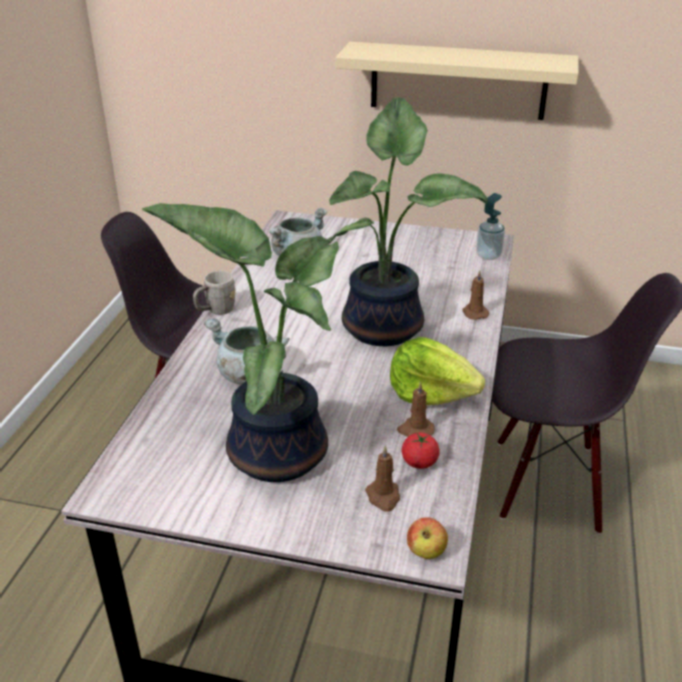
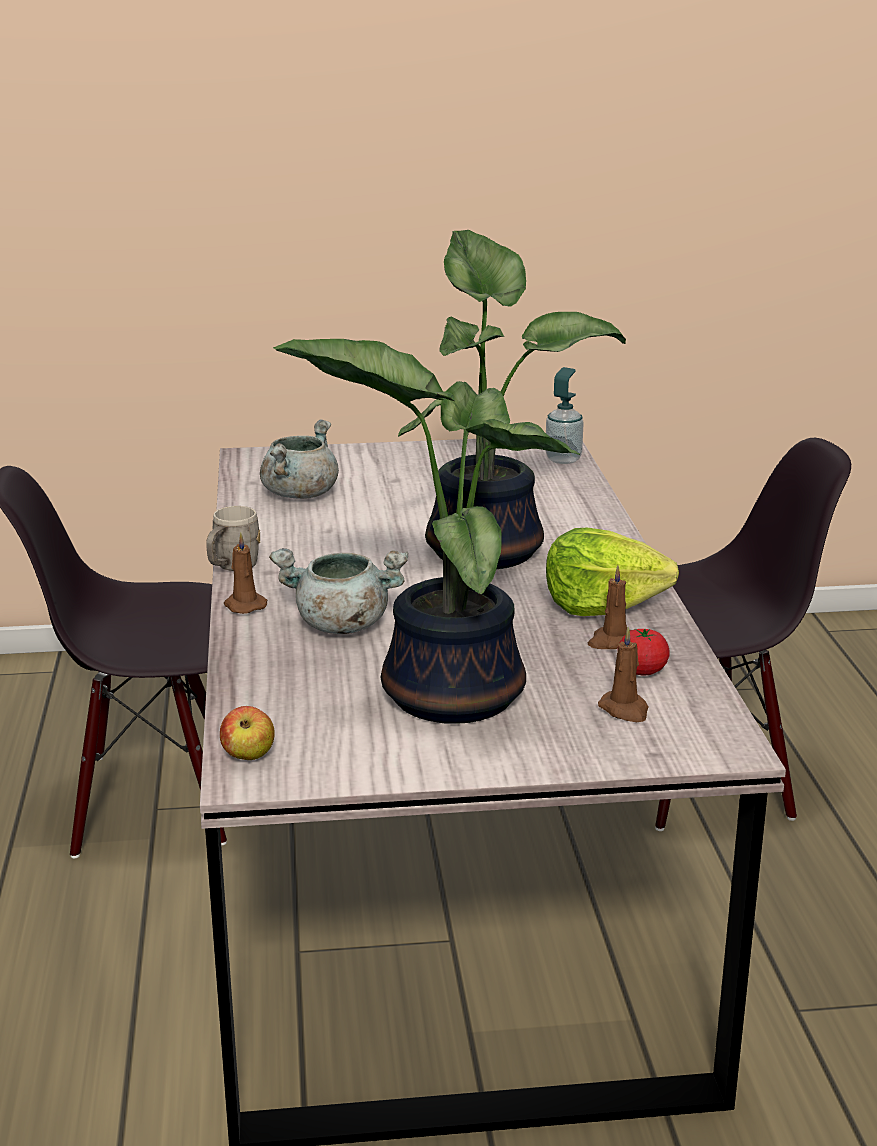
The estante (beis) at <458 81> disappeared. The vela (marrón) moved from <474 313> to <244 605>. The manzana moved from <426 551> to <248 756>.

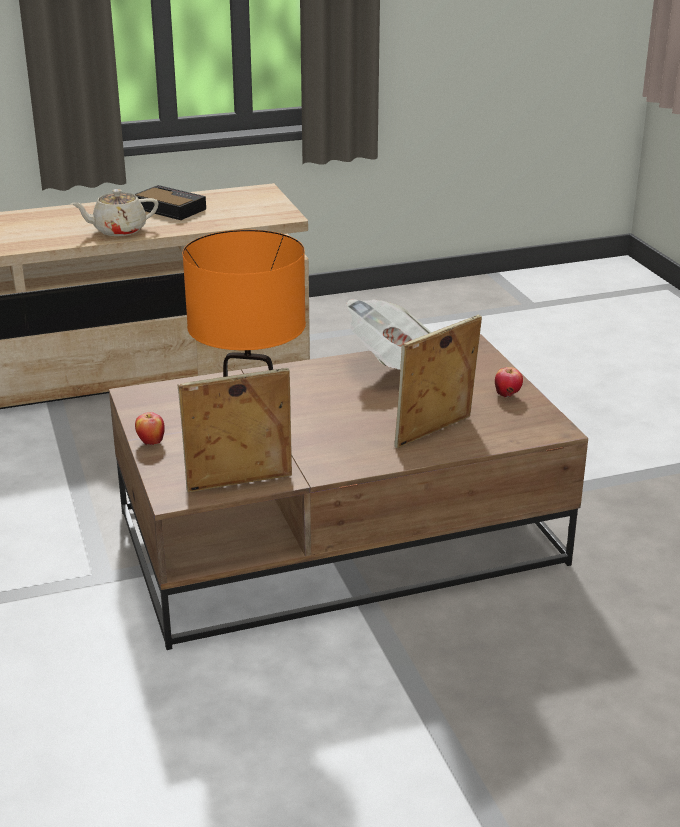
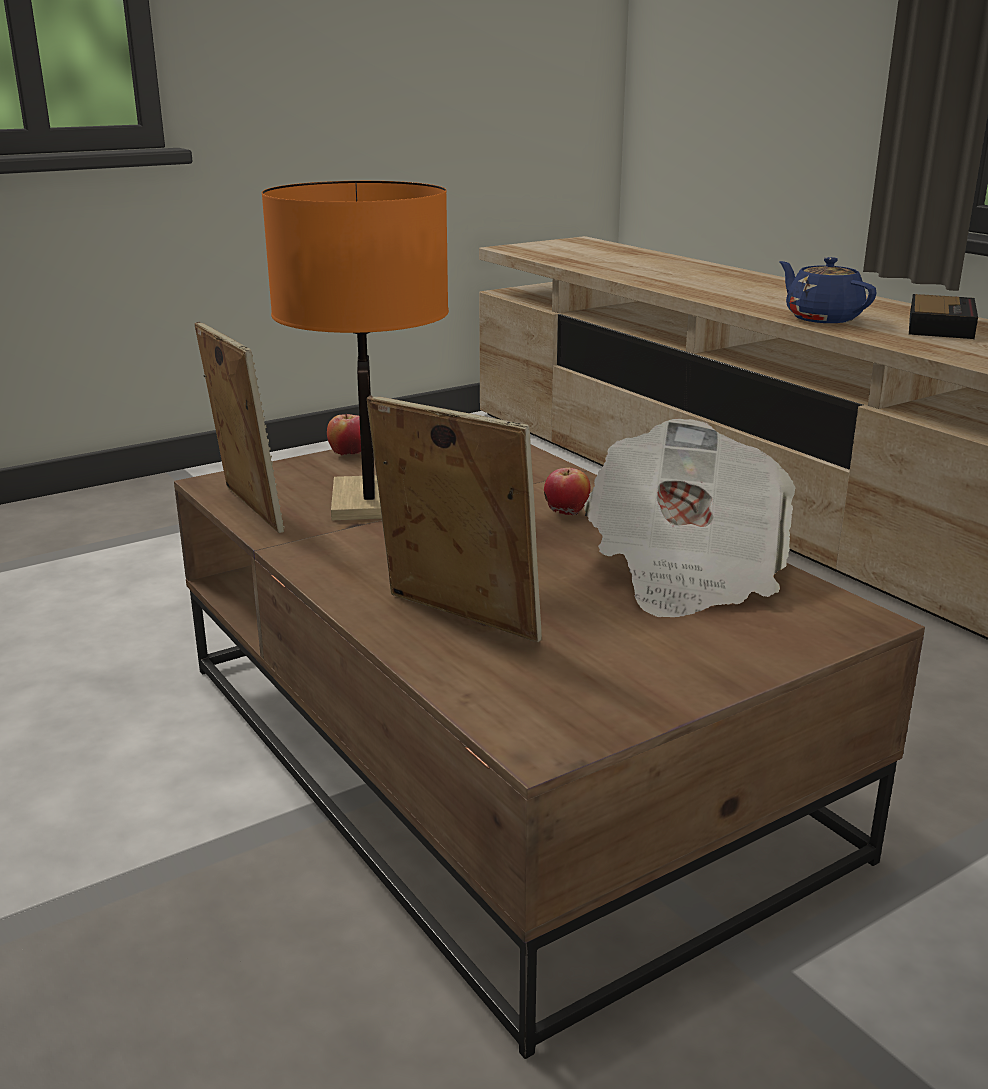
The tetera (beis) at <118 230> became the tetera (azul) at <822 318>. The manzana moved from <507 395> to <566 514>.

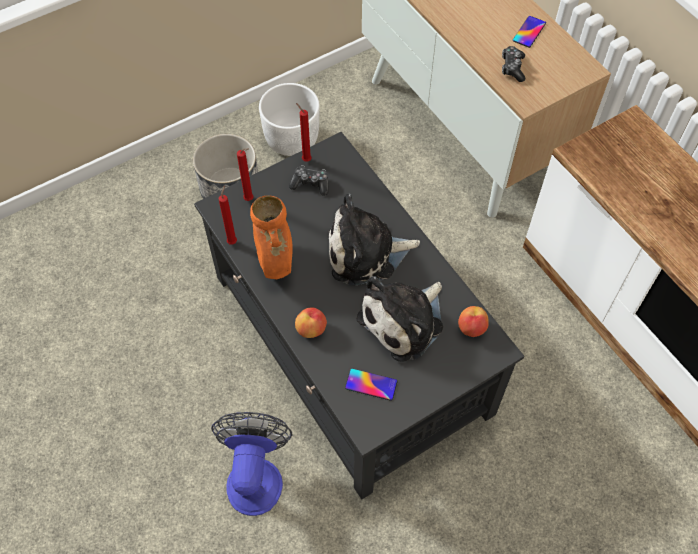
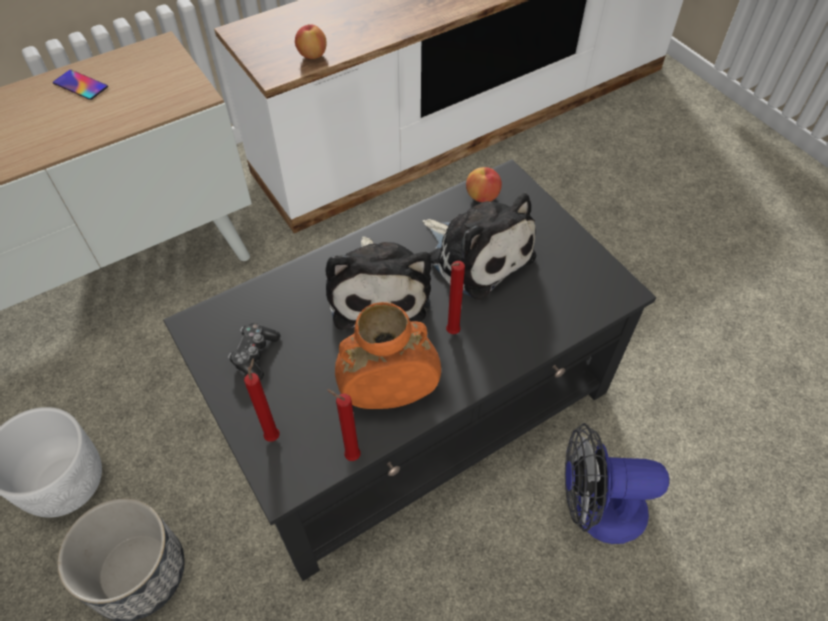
The mando de consola at <512 68> disappeared. The vela (rojo) moved from <305 159> to <451 333>. The manzana moved from <311 329> to <312 55>. The móvil at <371 384> disappeared.

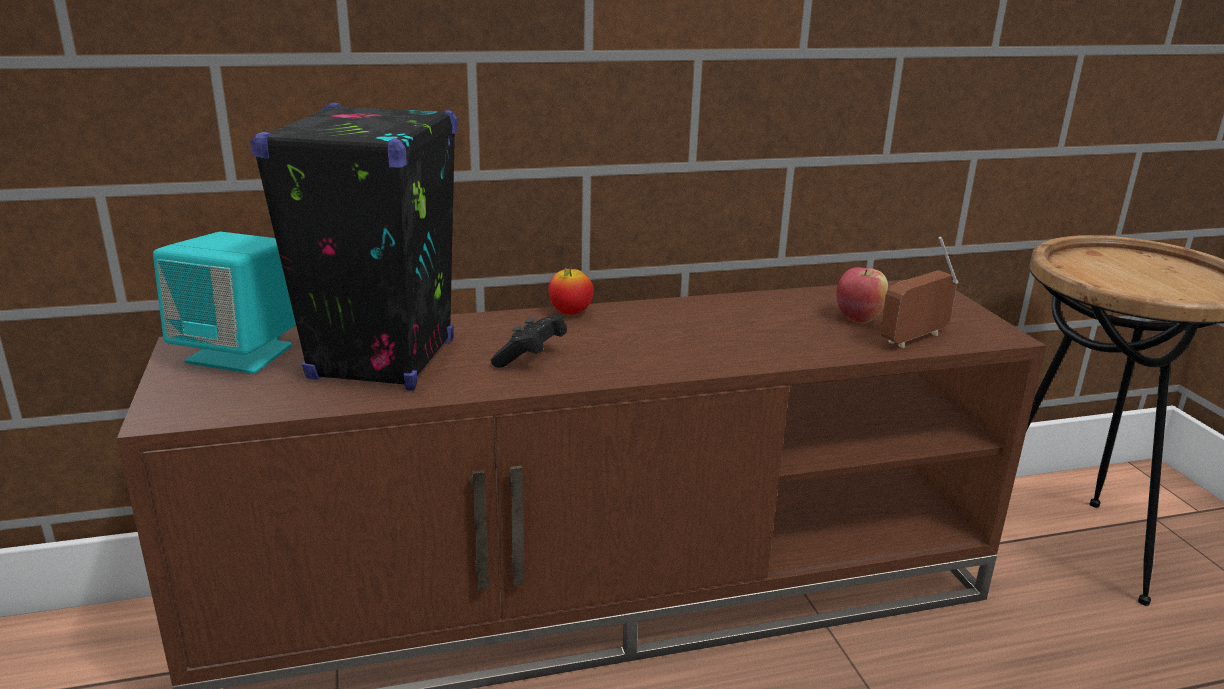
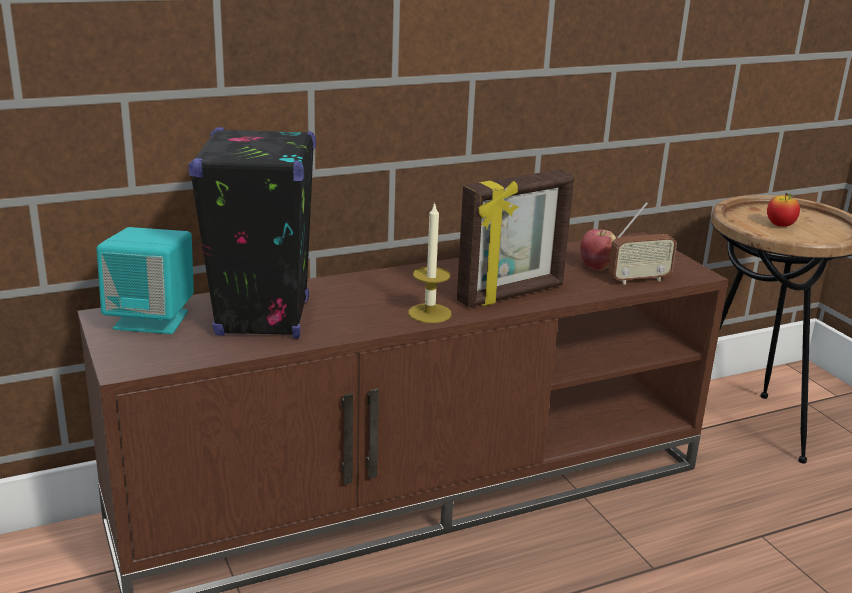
The radio at <914 339> turned 150 degrees counterclockwise. The manzana moved from <570 313> to <780 226>. The mando de consola (negro) at <531 357> disappeared. The portarretratos at <512 295> appeared. The vela at <429 313> appeared.

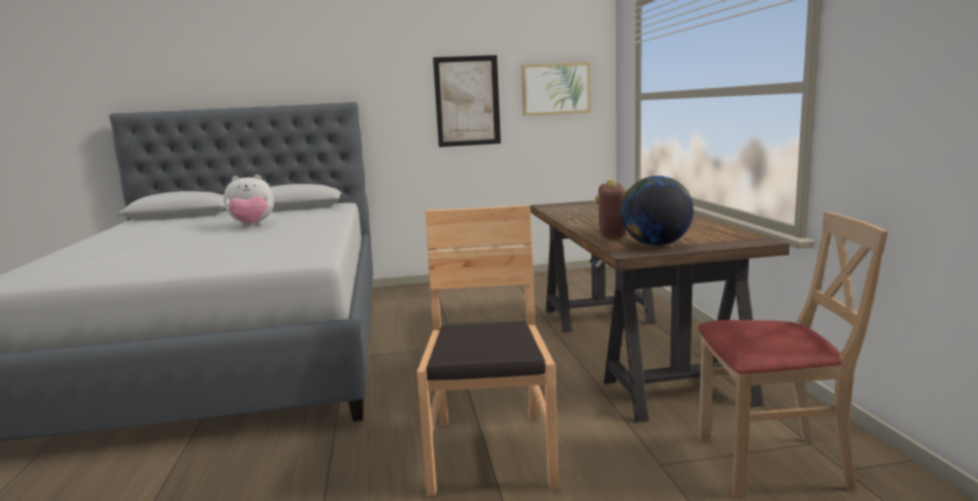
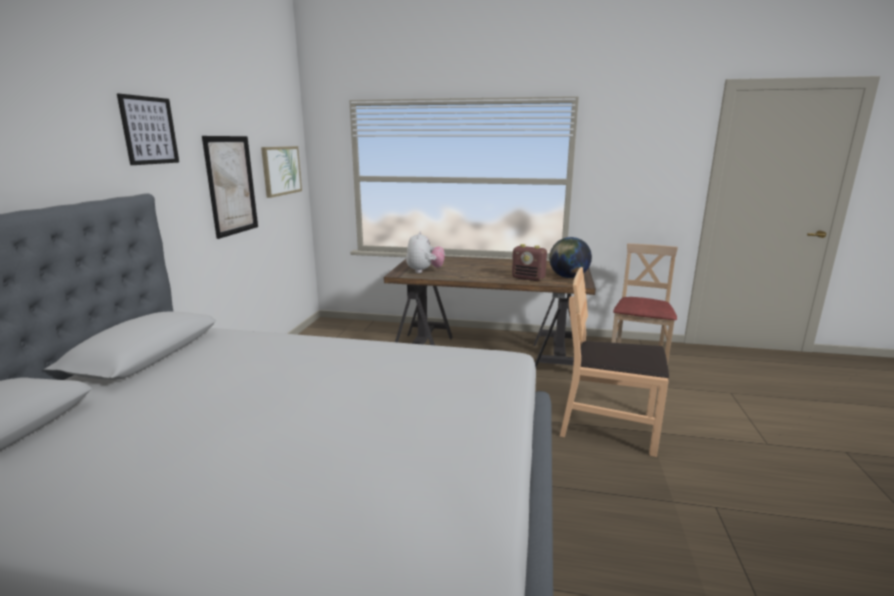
The peluche moved from <252 226> to <424 271>. The cuadro at <149 130> appeared.

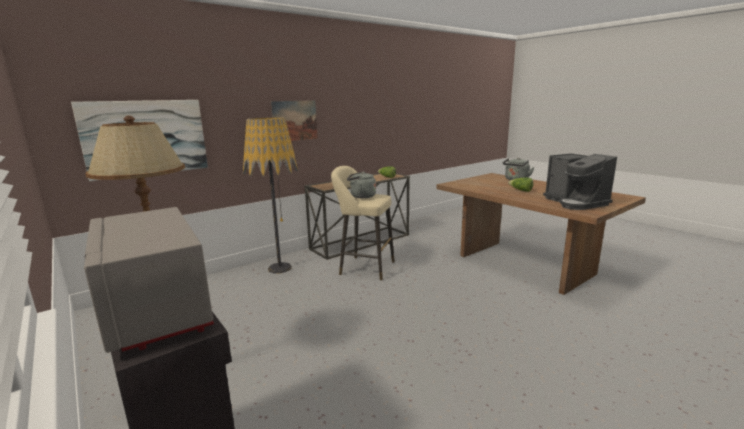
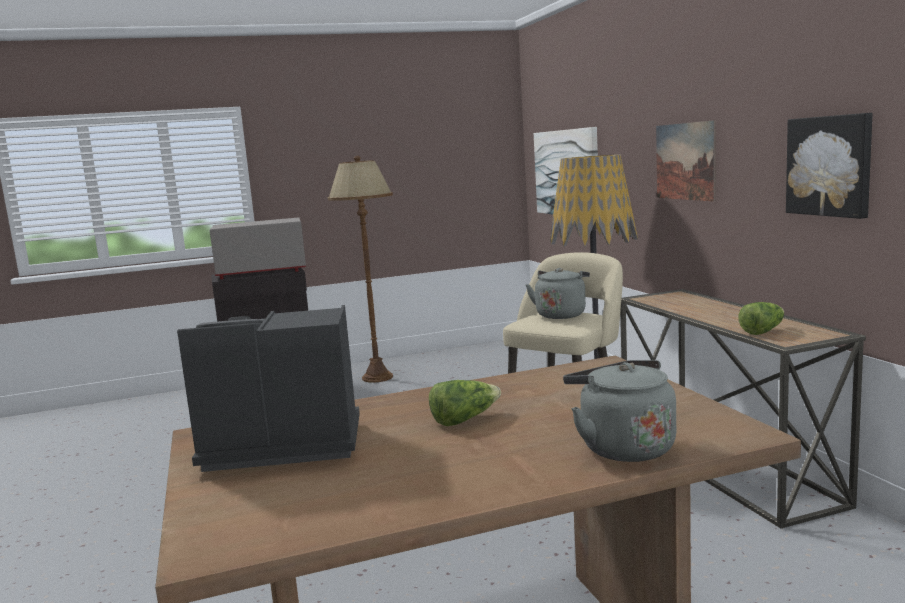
The cuadro at <830 166> appeared.

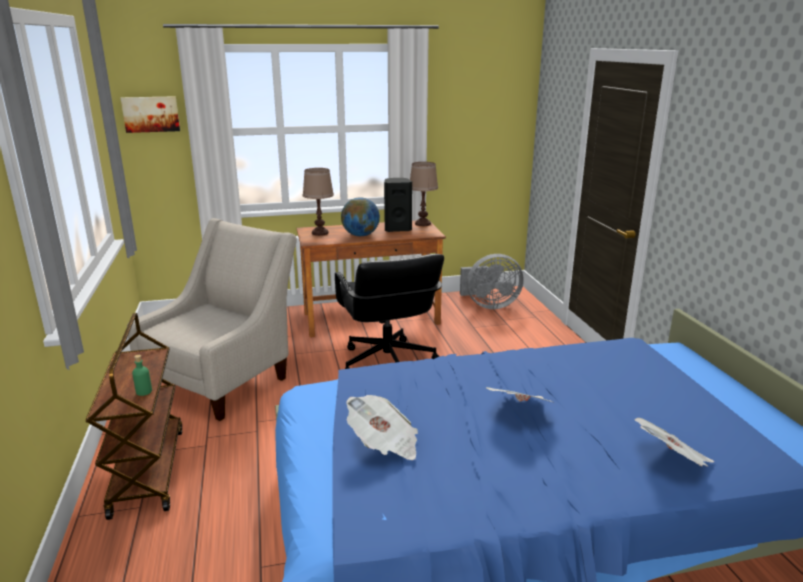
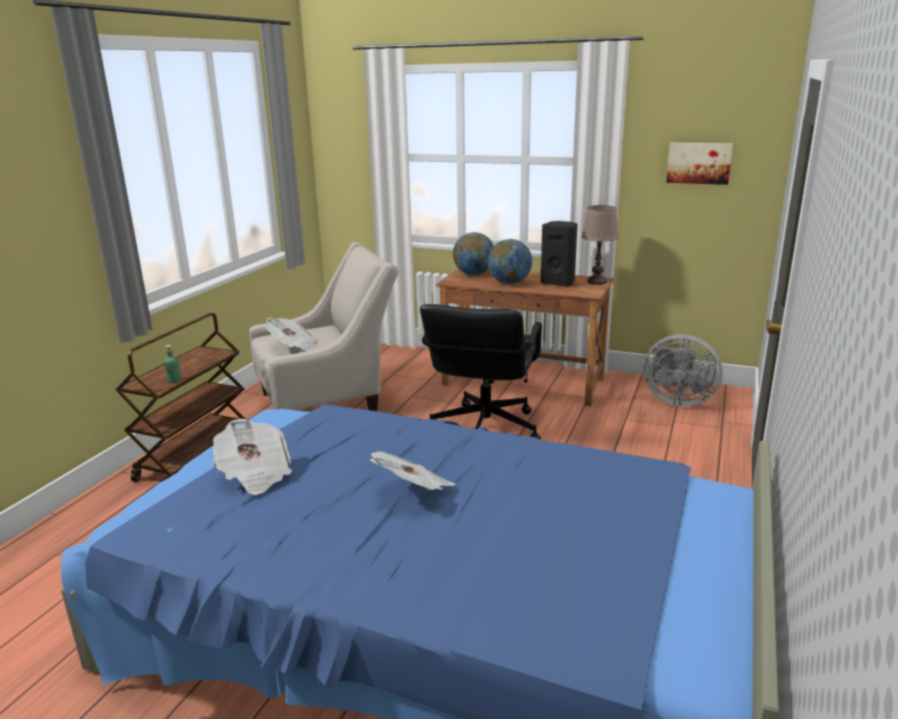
The cuadro moved from <151 114> to <699 163>. The lámpara de mesa (marrón) at <320 233> was replaced by the globo terráqueo at <474 274>. The periódico moved from <672 460> to <293 346>.

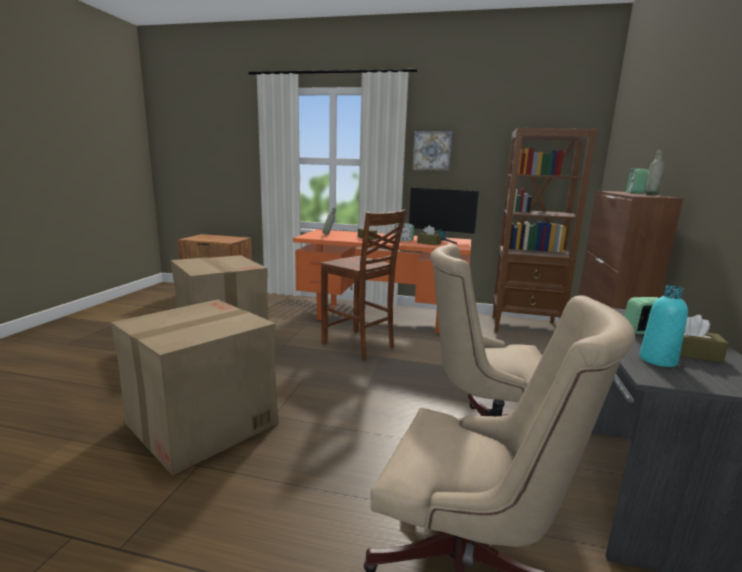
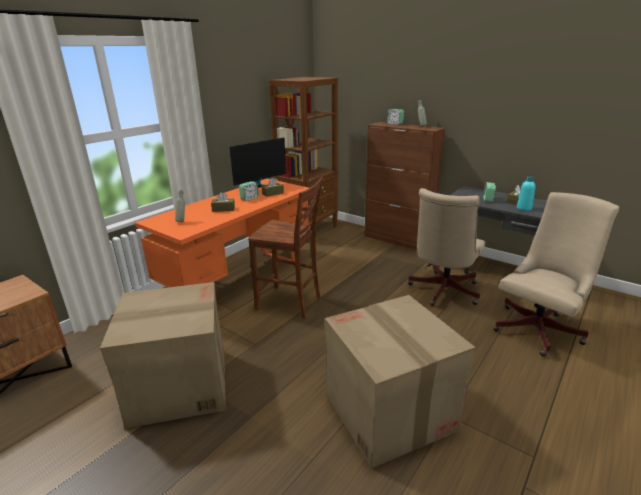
The cuadro at <432 151> disappeared. The silla (marrón) at <359 346> turned 45 degrees clockwise.

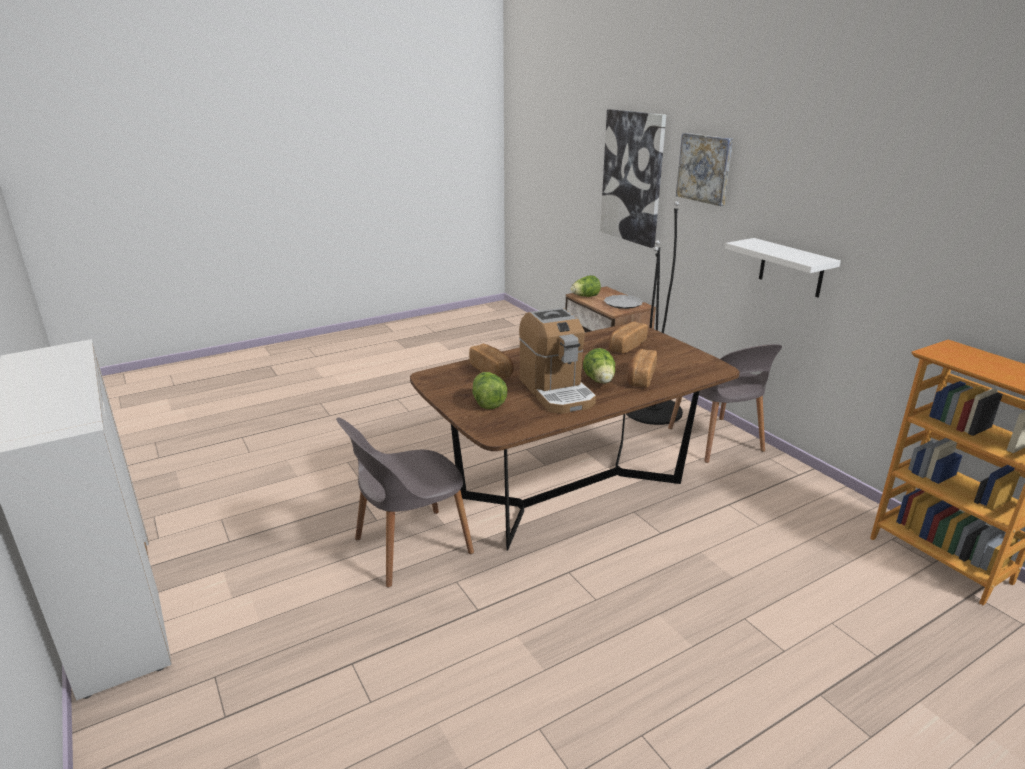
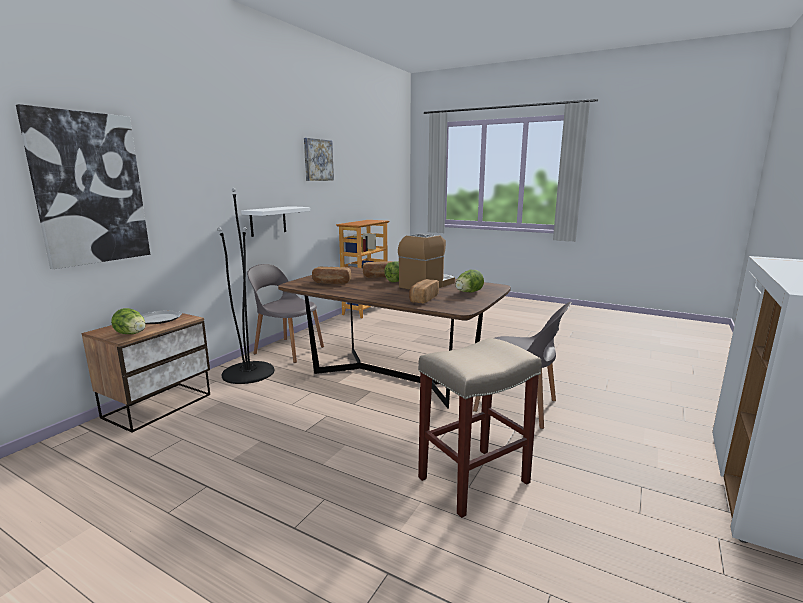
The cuadro moved from <704 168> to <318 160>. The silla (gris) at <716 441> turned 105 degrees counterclockwise. The taburete (beis) at <473 481> appeared.

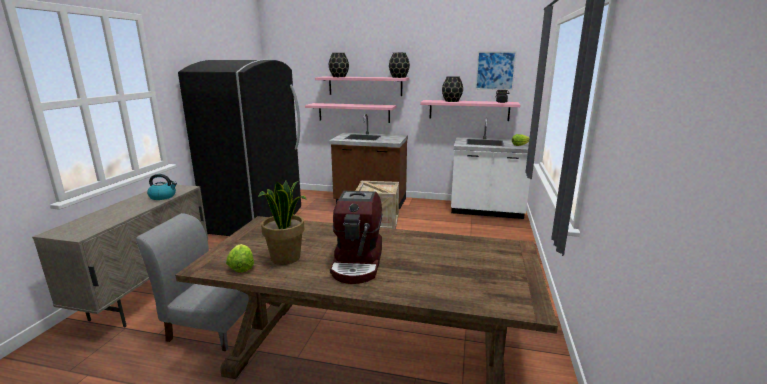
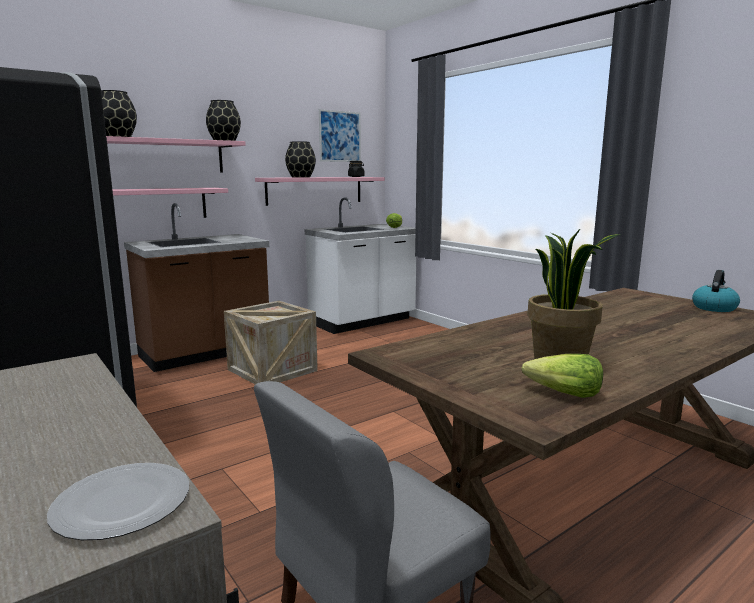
The hervidor moved from <163 196> to <714 308>. The cafetera at <358 263> disappeared. The plato at <123 503> appeared.

